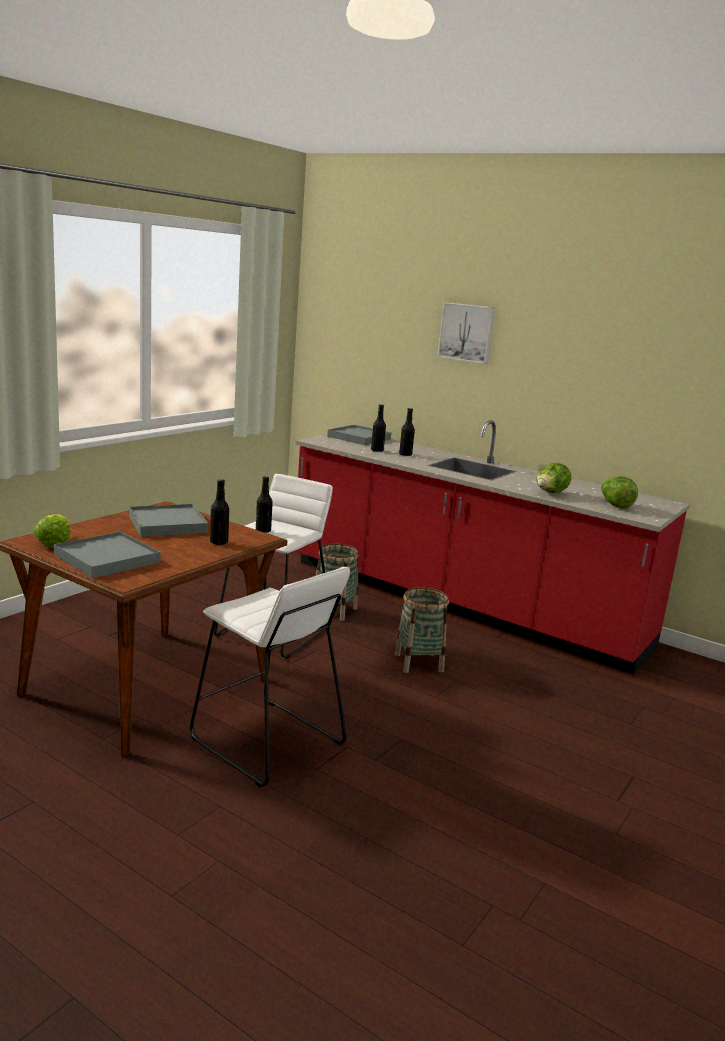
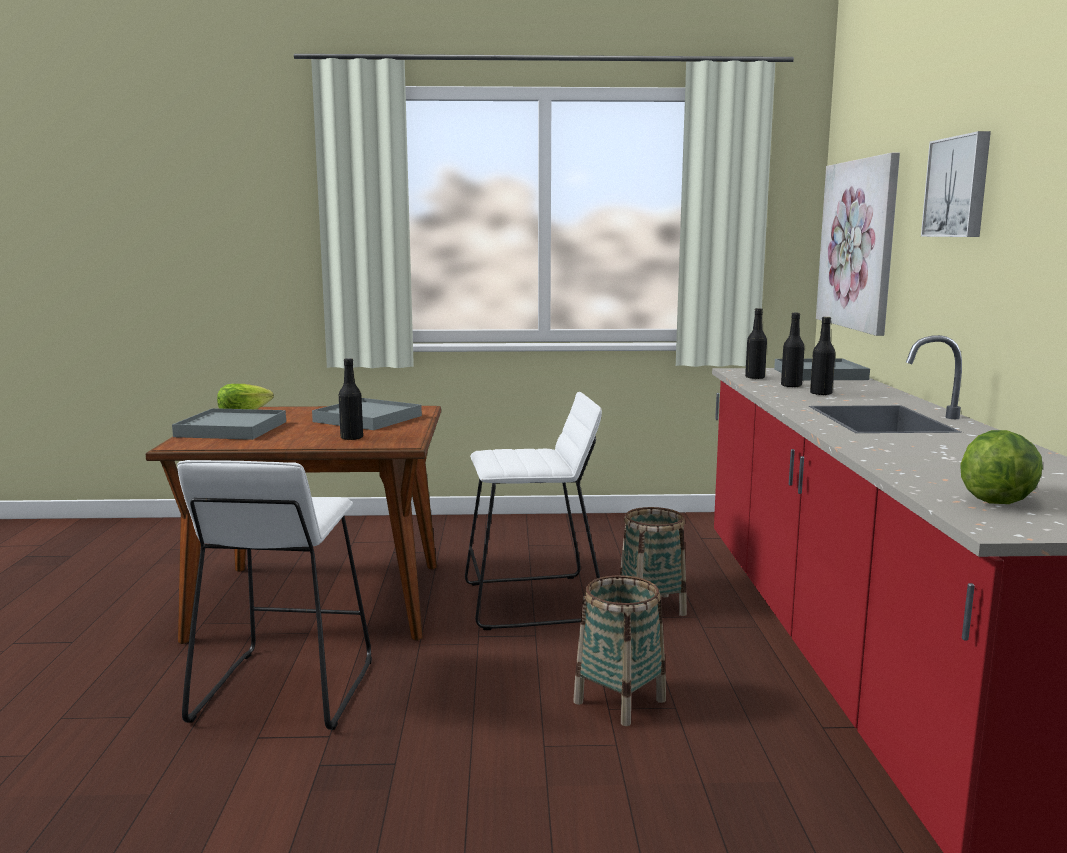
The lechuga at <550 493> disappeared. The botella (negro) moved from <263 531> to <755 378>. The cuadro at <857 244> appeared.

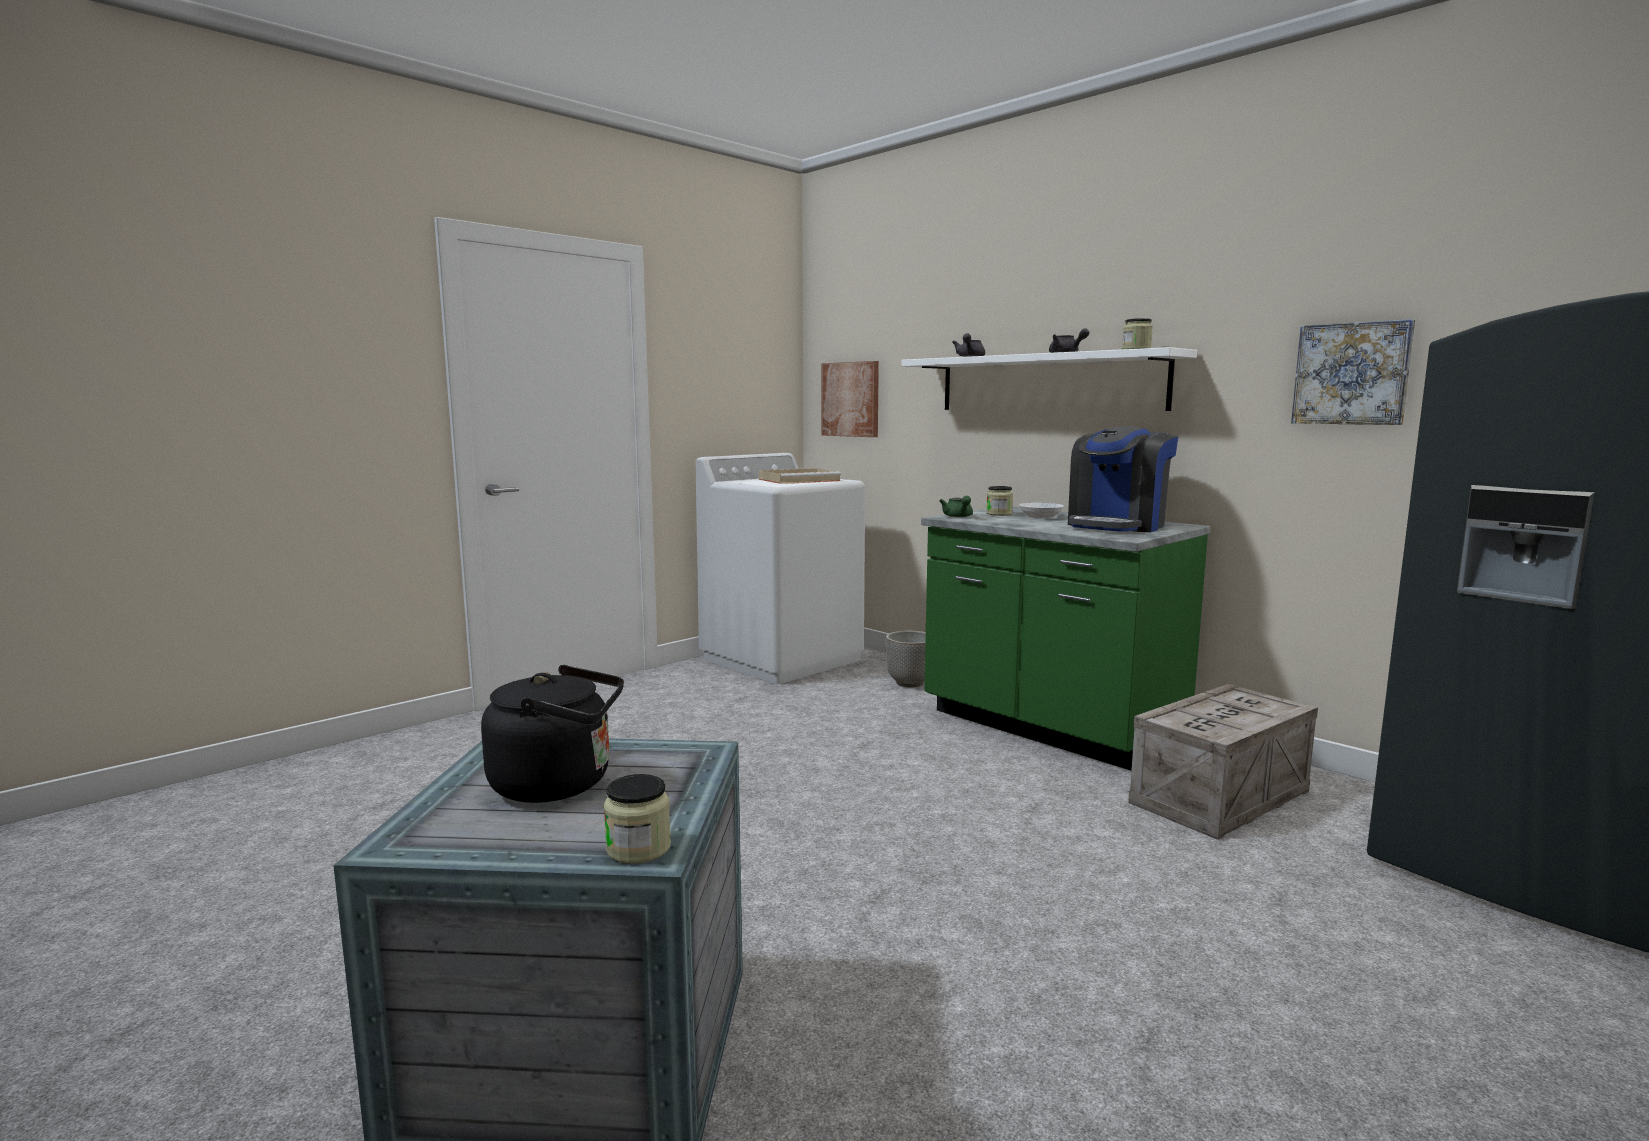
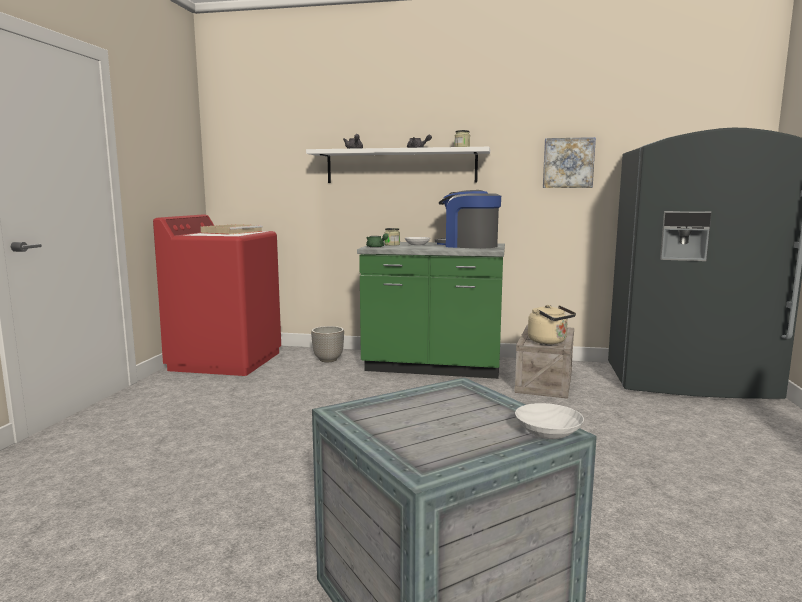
The cuadro at <851 399> disappeared. The cafetera at <1117 526> turned 120 degrees clockwise. The lavadora (blanco) at <782 659> became the lavadora (rojo) at <226 361>. The hervidor (negro) at <559 784> disappeared. The tarro at <638 848> was replaced by the cuenco (blanco) at <549 431>. The hervidor (beis) at <549 341> appeared.

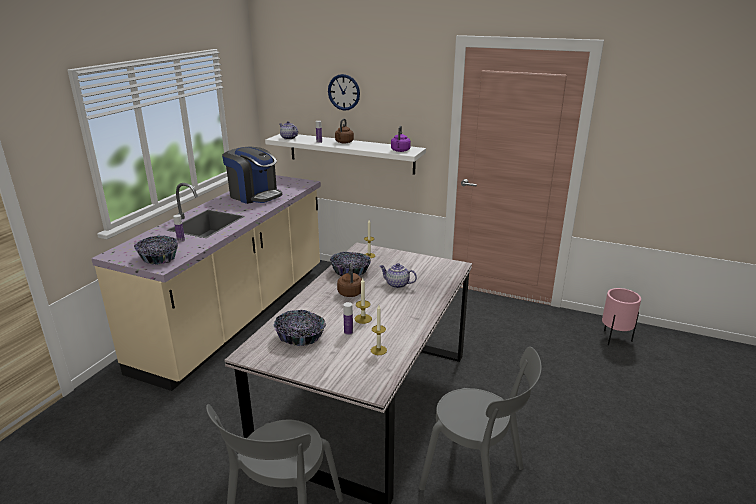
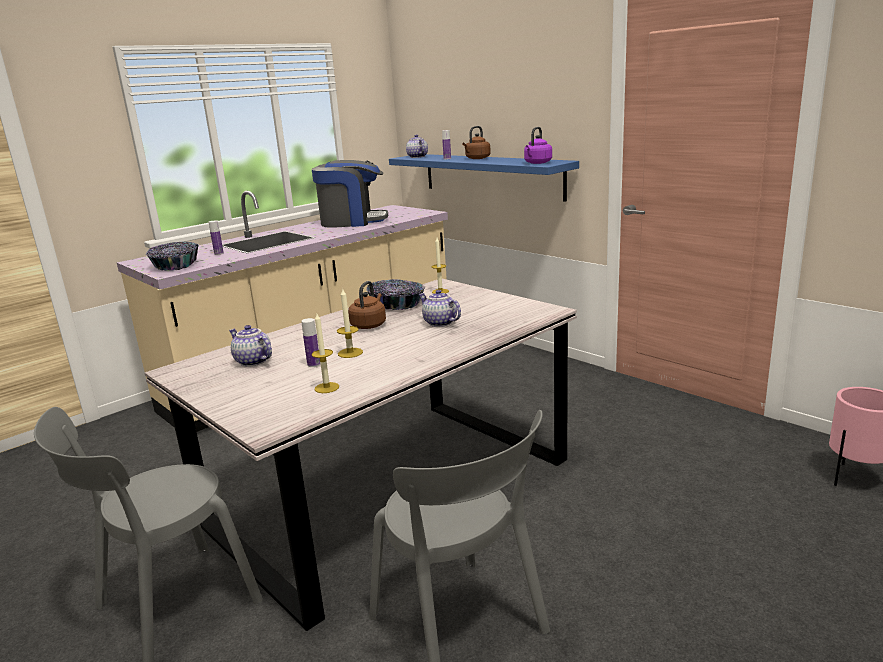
The reloj de pared at <344 92> disappeared. The estante (blanco) at <350 153> became the estante (azul) at <491 175>. The cafetera at <254 195> turned 60 degrees counterclockwise. The cuenco at <300 337> was replaced by the tetera at <252 361>.

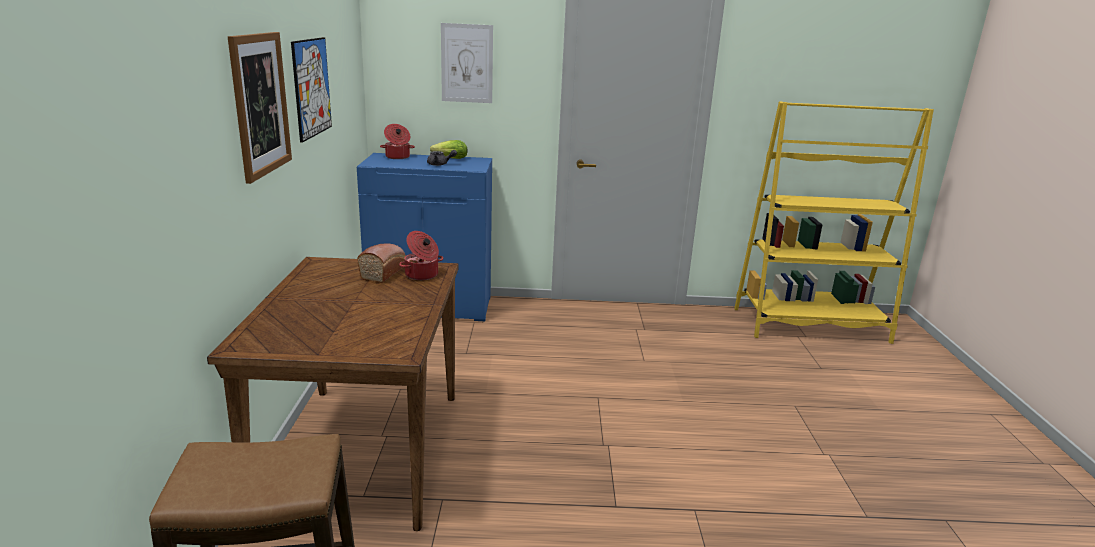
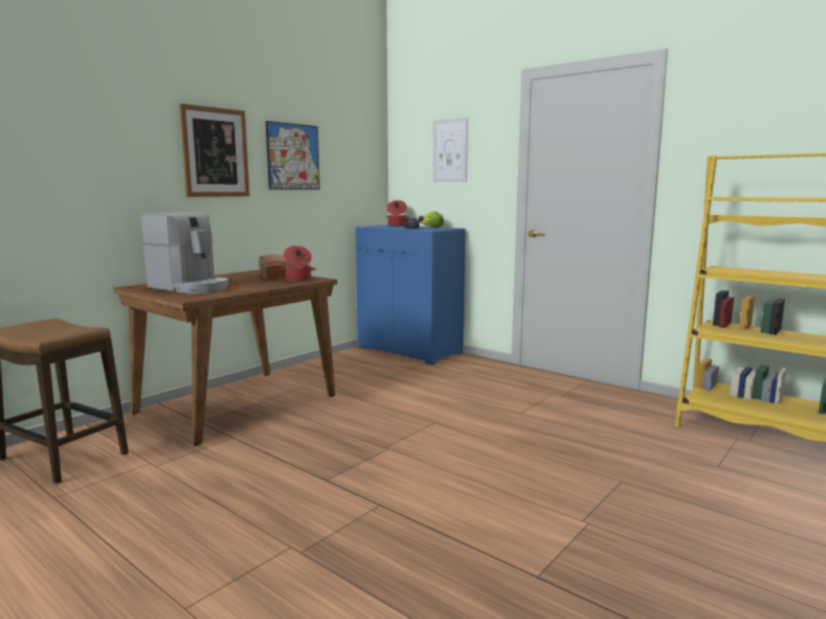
The cafetera at <191 287> appeared.

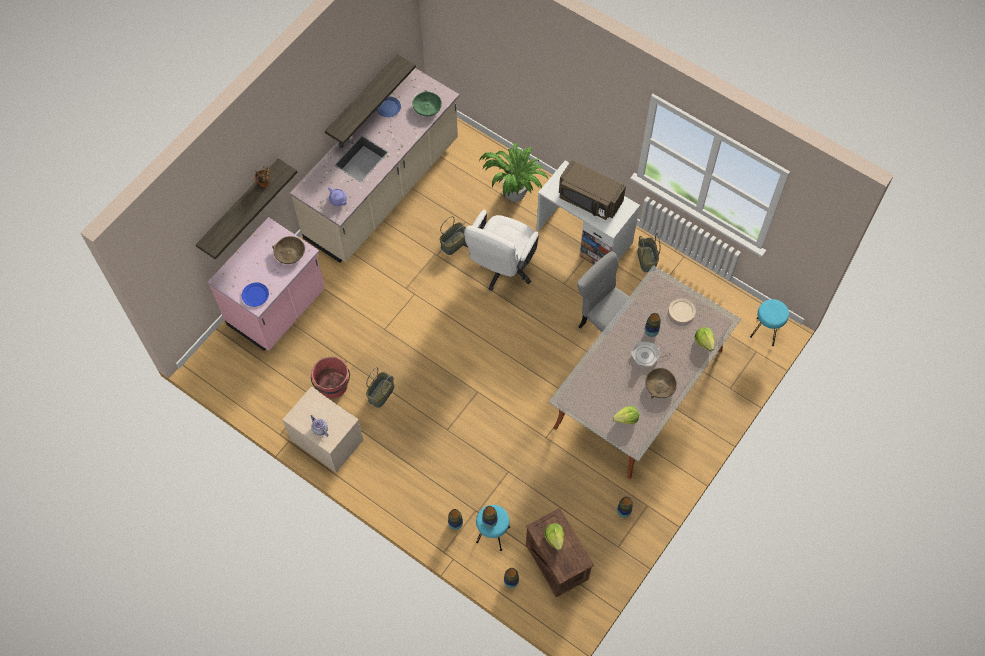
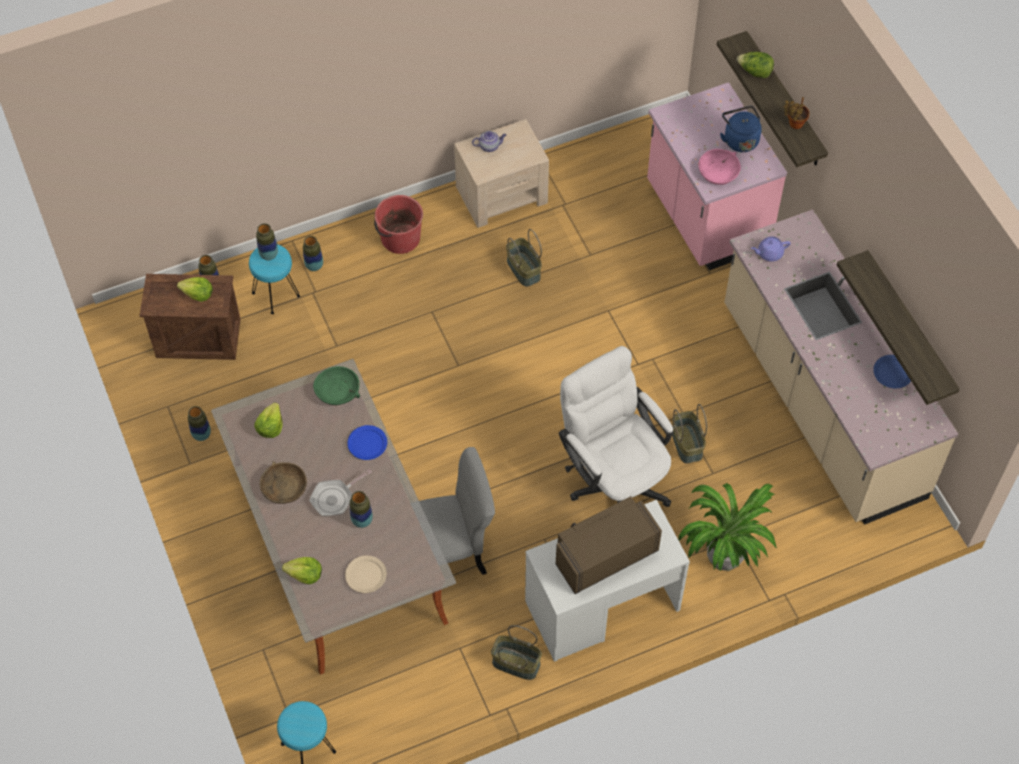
The cuenco (verde) moved from <427 107> to <337 390>. The cuenco (marrón) at <289 253> became the cuenco (rosa) at <718 171>. The plato (azul) moved from <255 295> to <367 444>. The sartén at <647 354> turned 135 degrees counterclockwise. The cubo (rojo) moved from <333 386> to <400 238>. The lechuga at <754 72> appeared. The hervidor (azul) at <739 139> appeared.

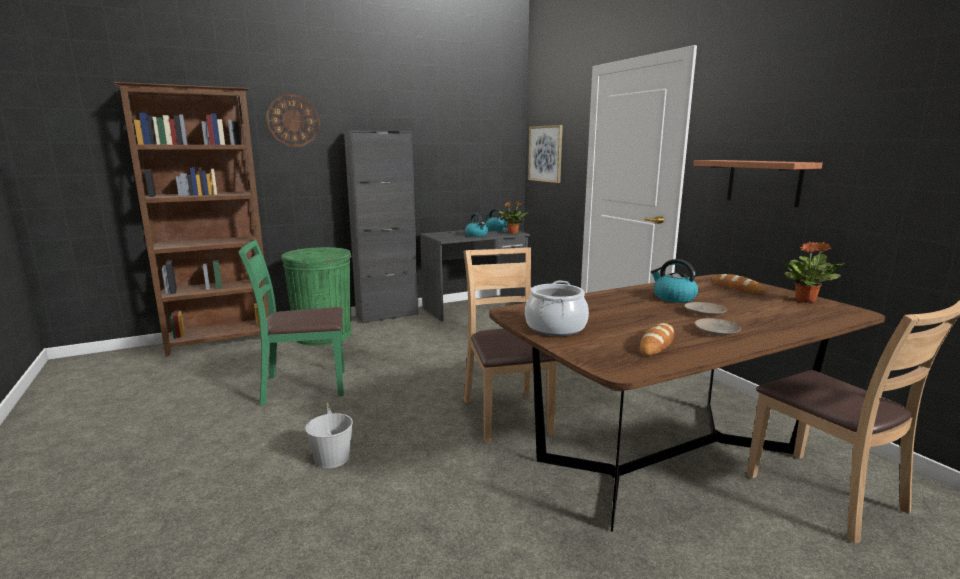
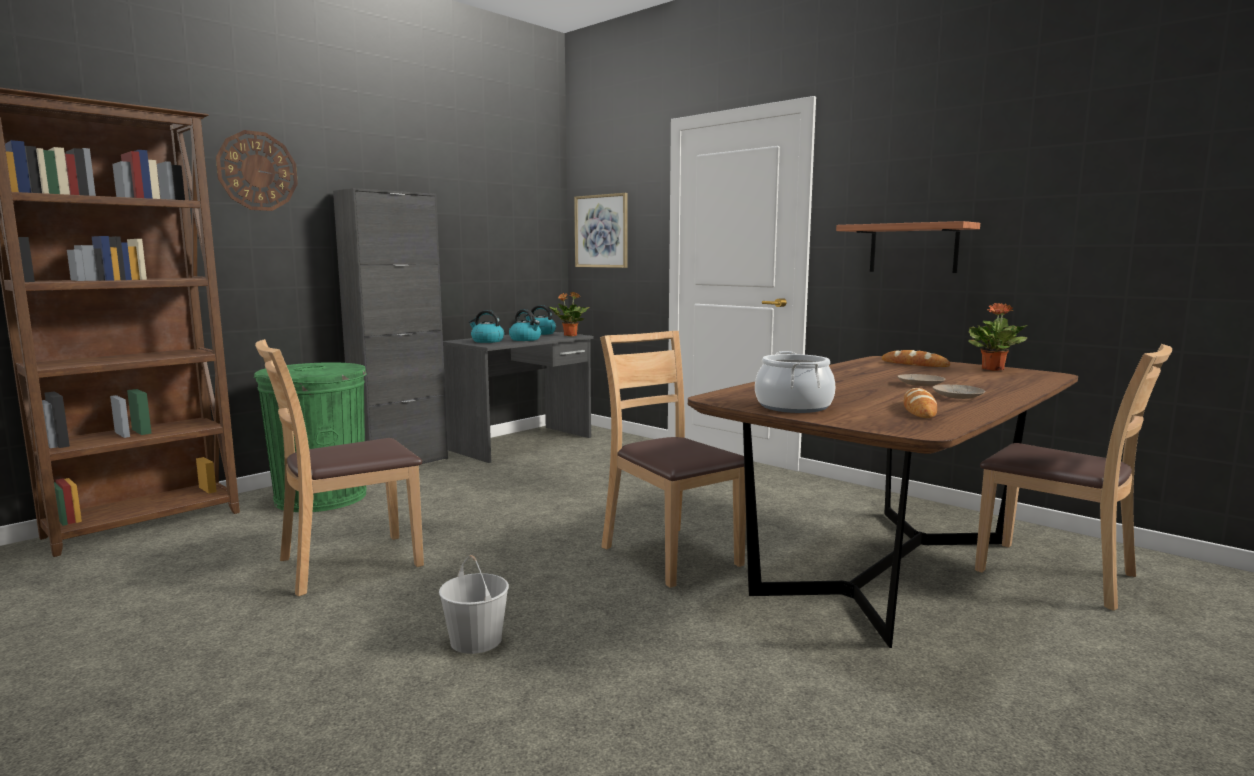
The silla (verde) at <303 386> became the silla (marrón) at <349 563>. The hervidor moved from <673 298> to <487 341>.

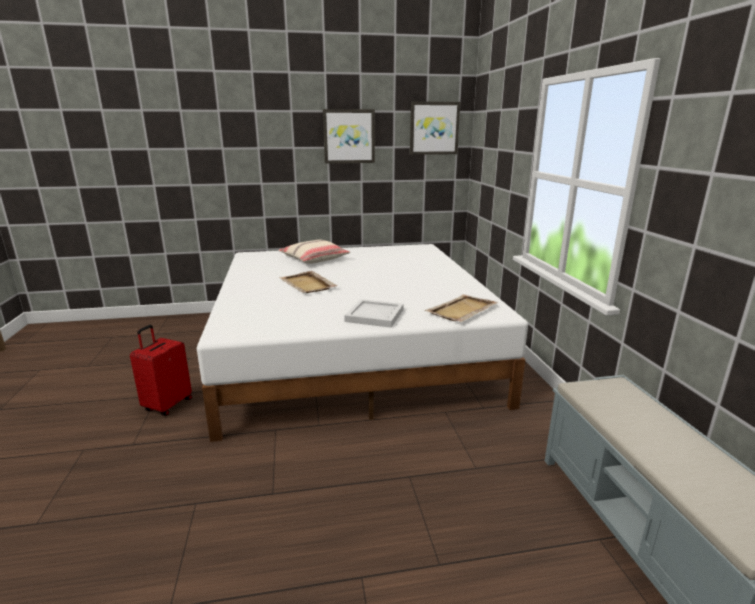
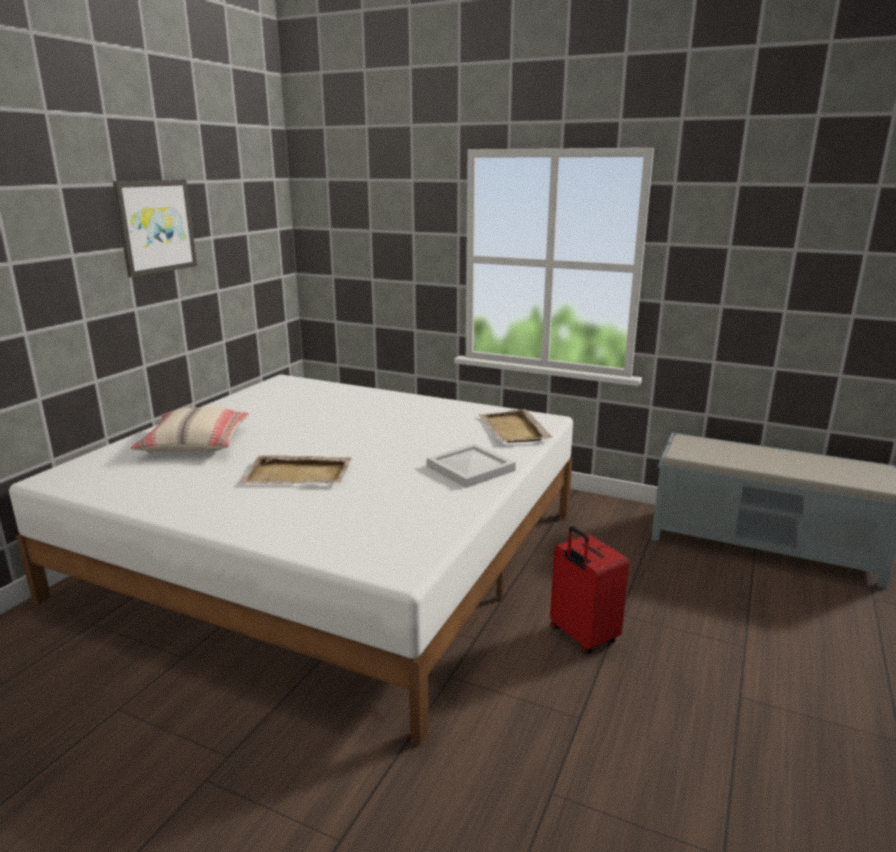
The cuadro at <434 128> disappeared. The maleta (rojo) moved from <167 405> to <582 636>.

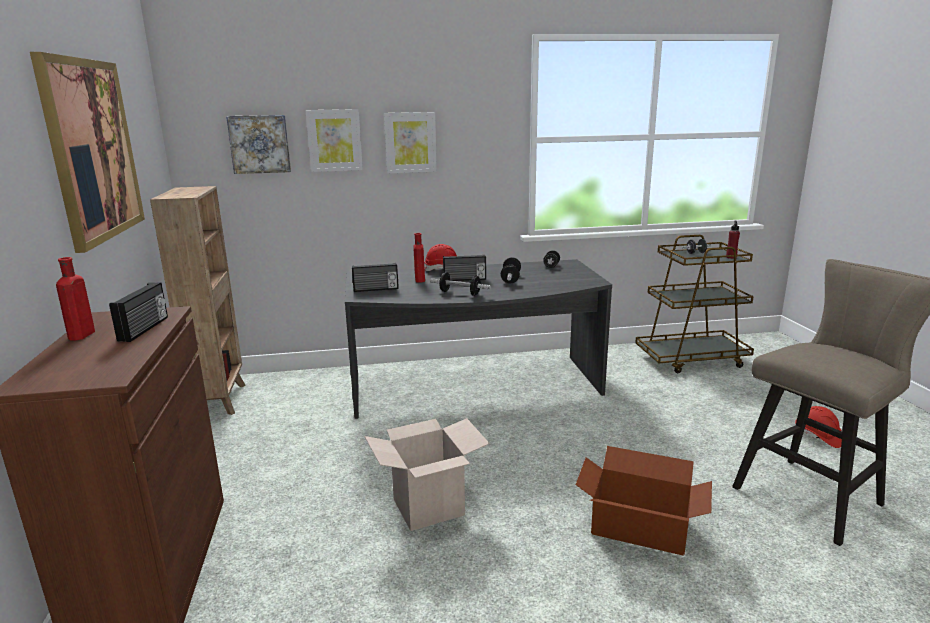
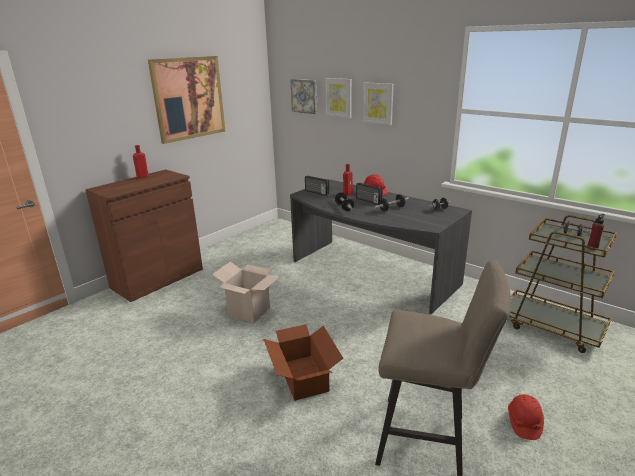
The estantería (marrón) at <219 399> disappeared. The radio at <145 329> disappeared.

